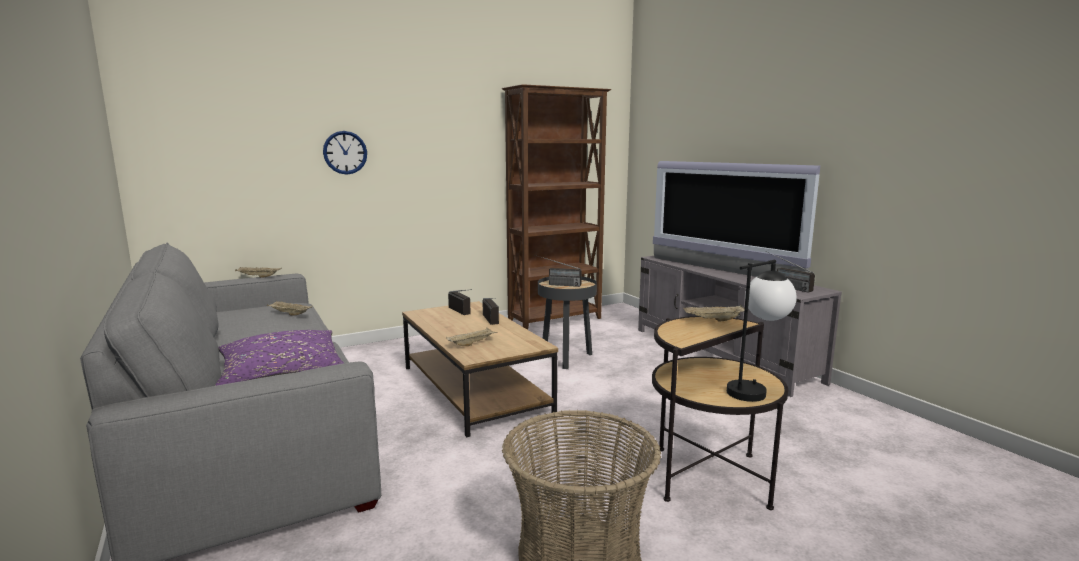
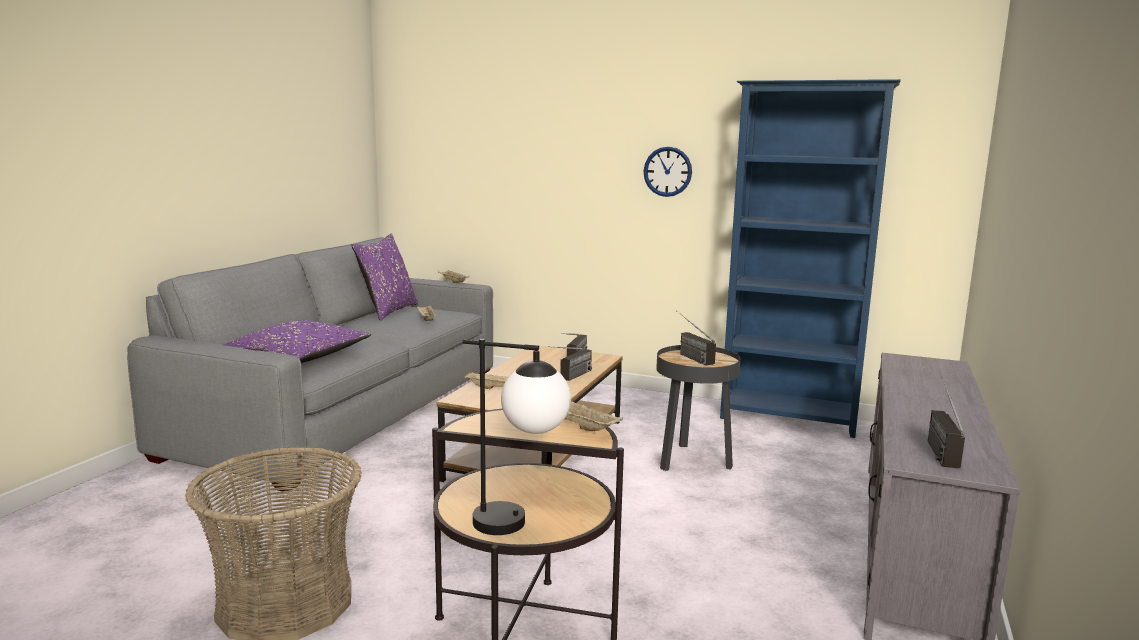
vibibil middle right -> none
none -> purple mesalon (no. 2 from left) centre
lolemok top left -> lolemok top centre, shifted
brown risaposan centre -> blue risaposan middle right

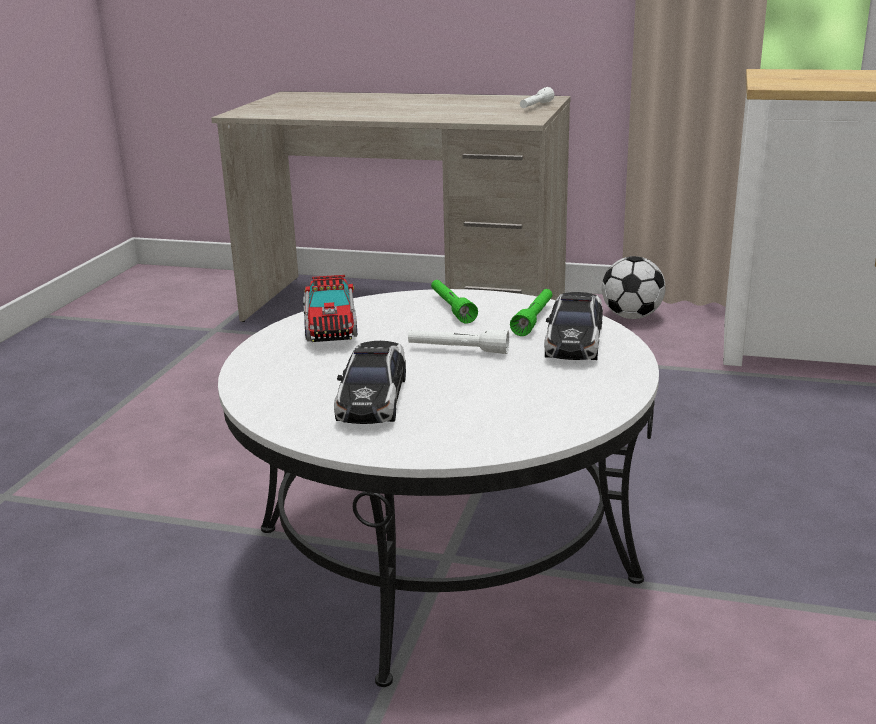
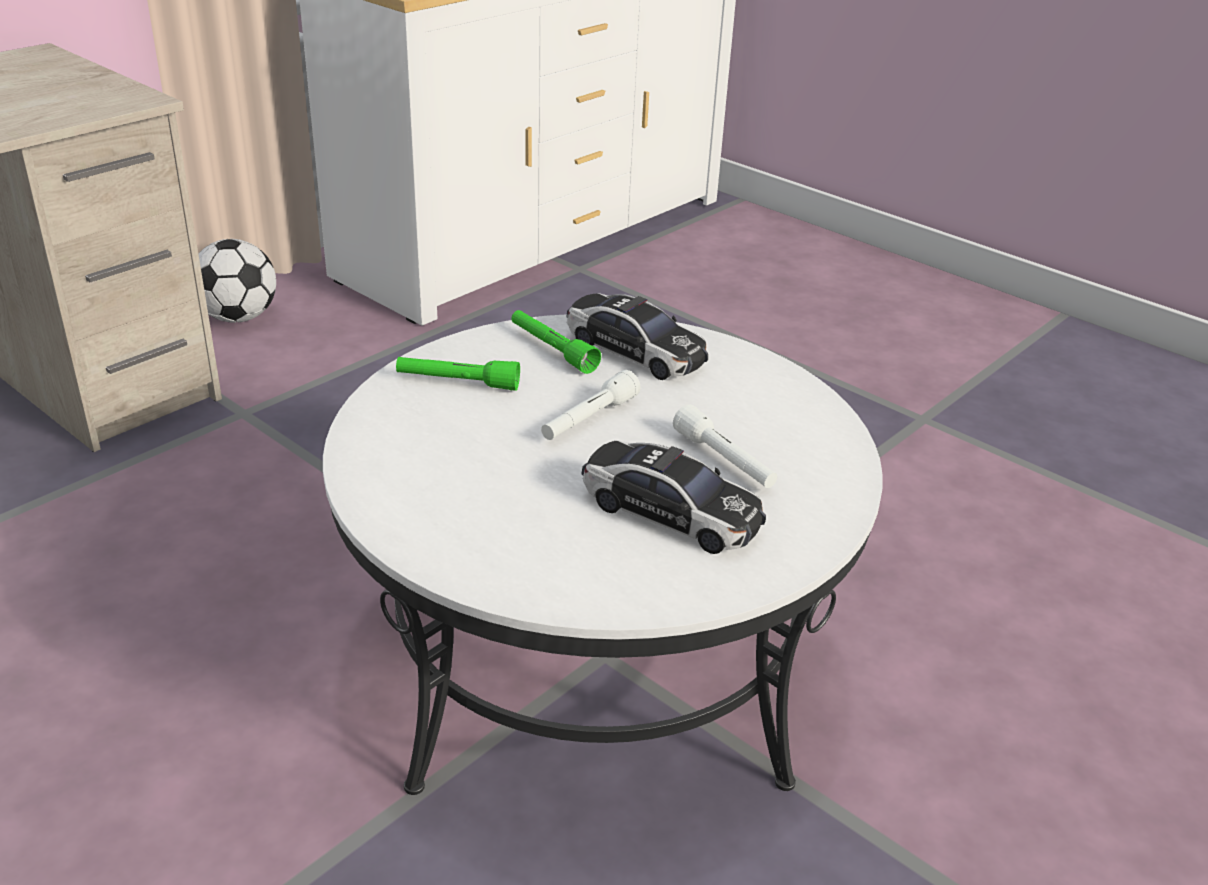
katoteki centre -> none
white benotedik (no. 2 from left) top centre -> white benotedik (no. 2 from left) centre, shifted

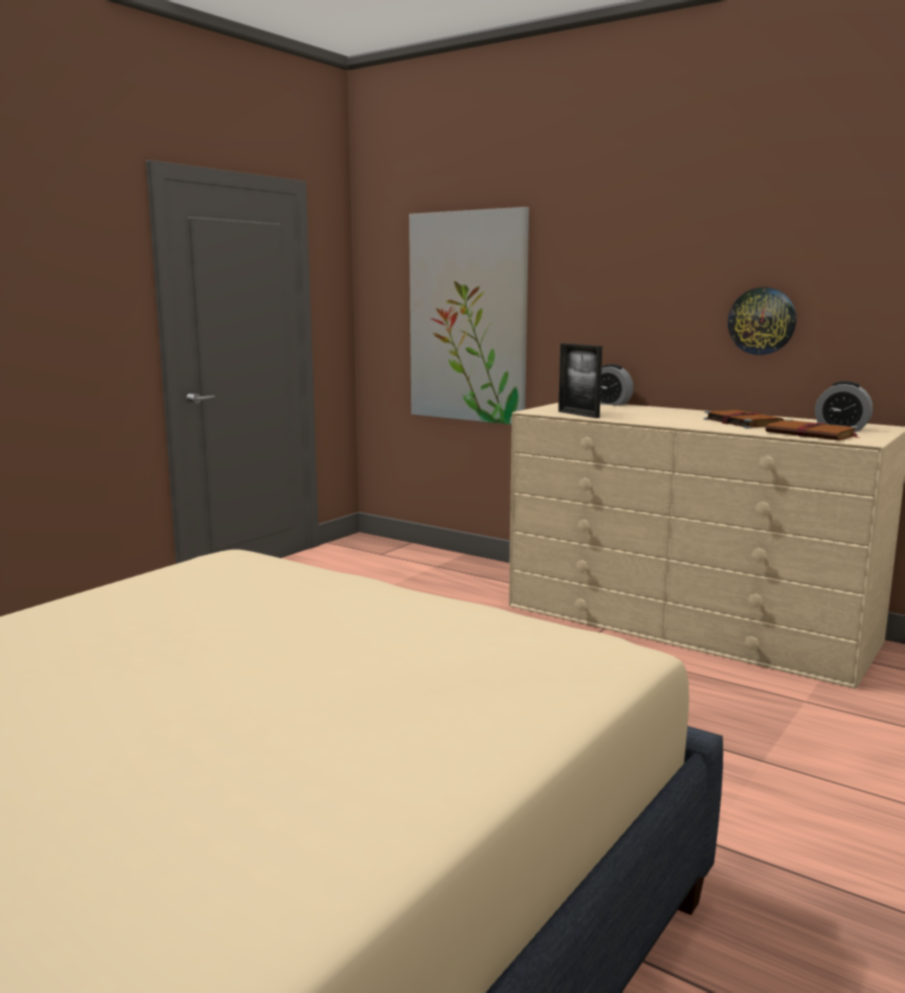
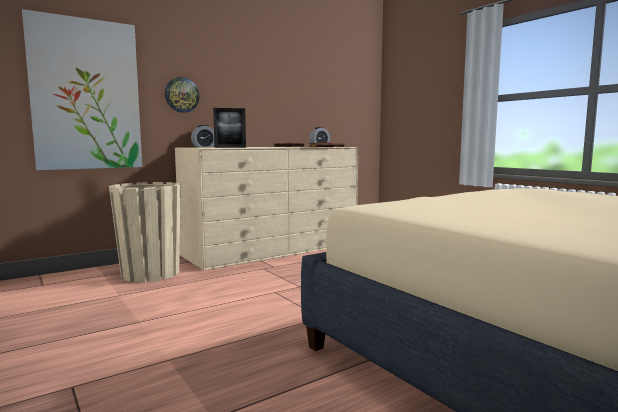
none -> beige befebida middle left
lolemok top right -> lolemok top left, shifted

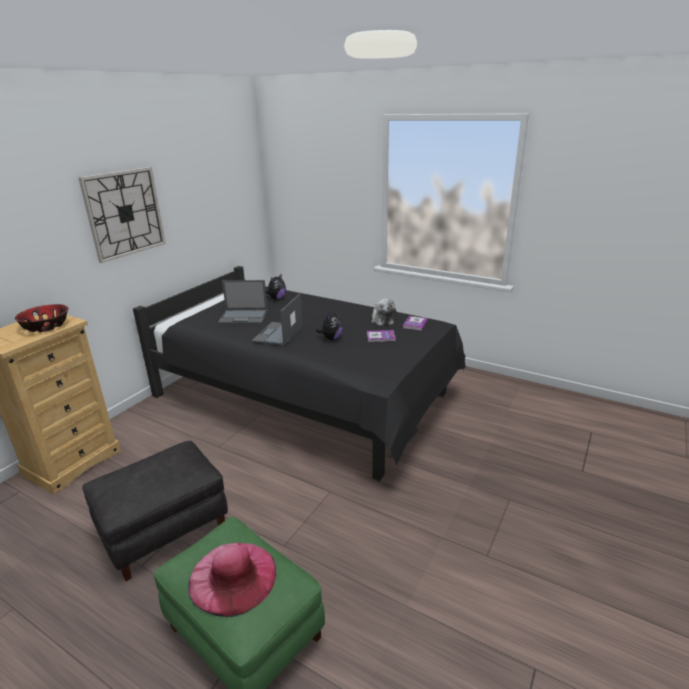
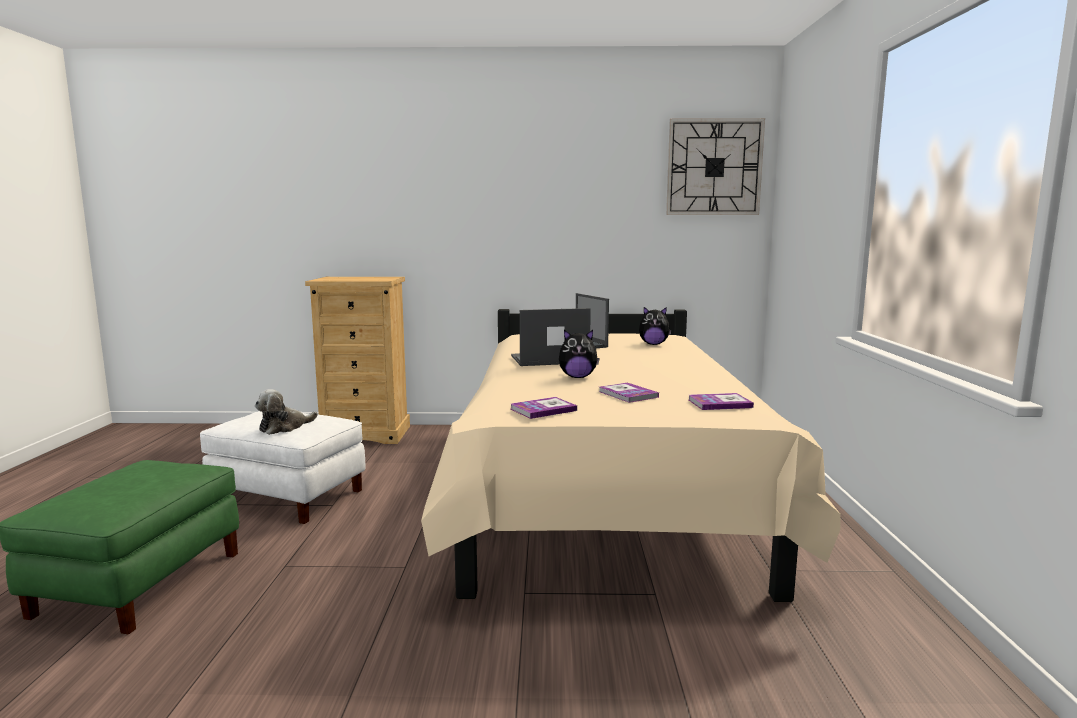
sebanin middle left -> none
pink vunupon bottom centre -> none
none -> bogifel (no. 1 from left) centre
lolemok top left -> lolemok top centre, shifted
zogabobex (no. 3 from left in the first image) centre -> zogabobex (no. 1 from left) middle left, shifted
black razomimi bottom left -> white razomimi middle left
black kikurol centre -> beige kikurol centre

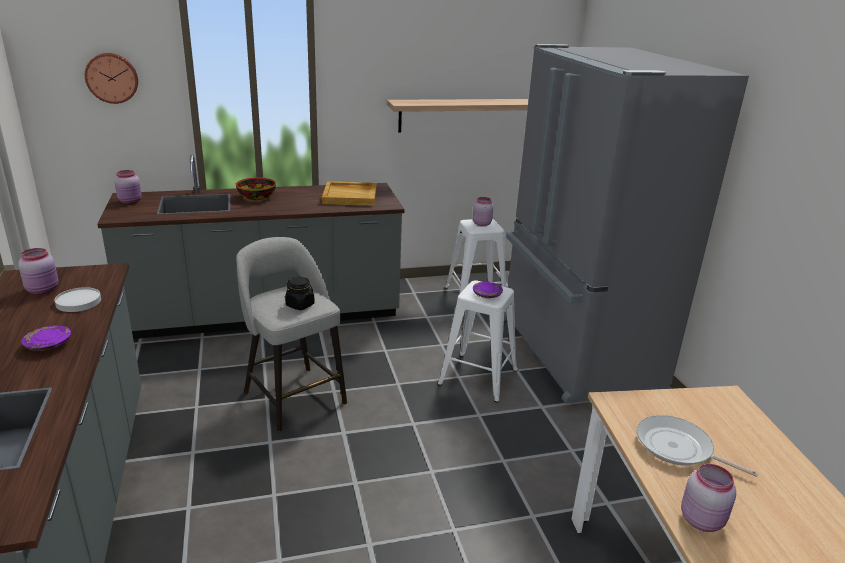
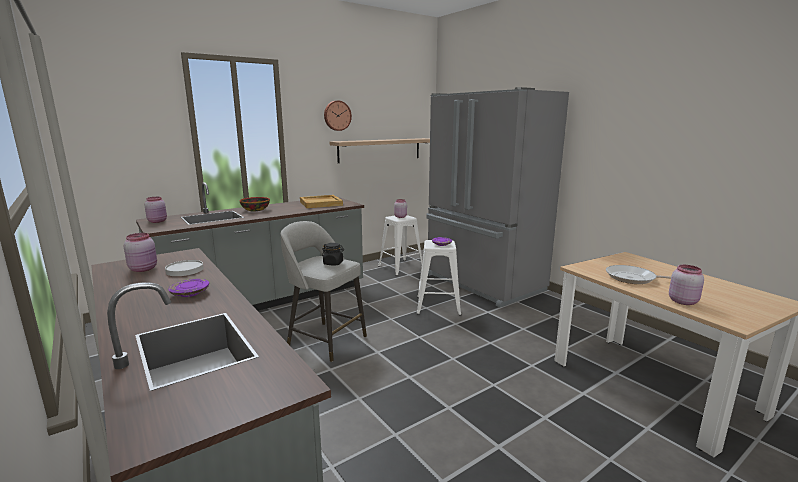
lolemok top left -> lolemok top centre, shifted

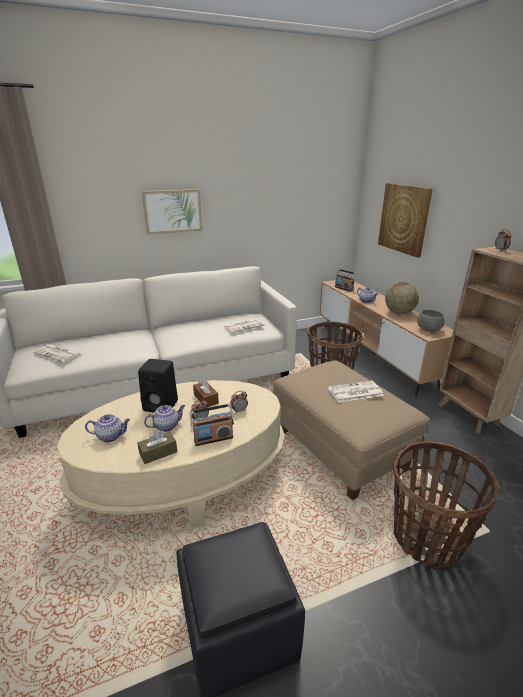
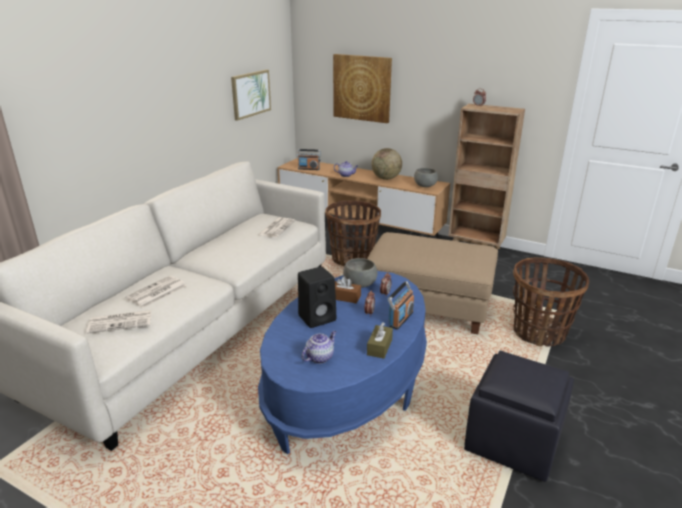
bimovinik (no. 2 from left) middle left -> none
none -> grey sebanin (no. 1 from left) centre
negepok (no. 1 from left) top left -> negepok (no. 1 from left) top centre, shifted
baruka (no. 3 from left in the first image) middle right -> baruka (no. 2 from left) middle left, shifted
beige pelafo middle left -> blue pelafo bottom centre

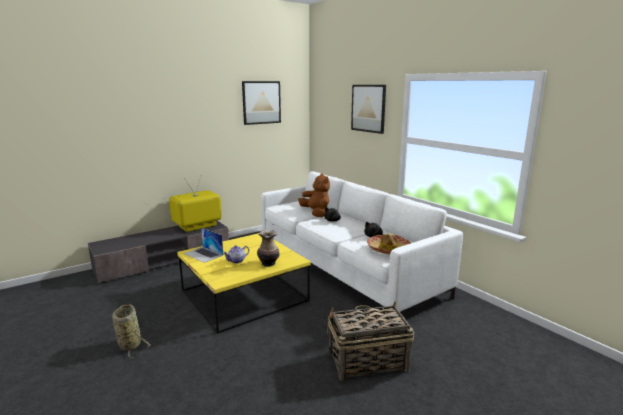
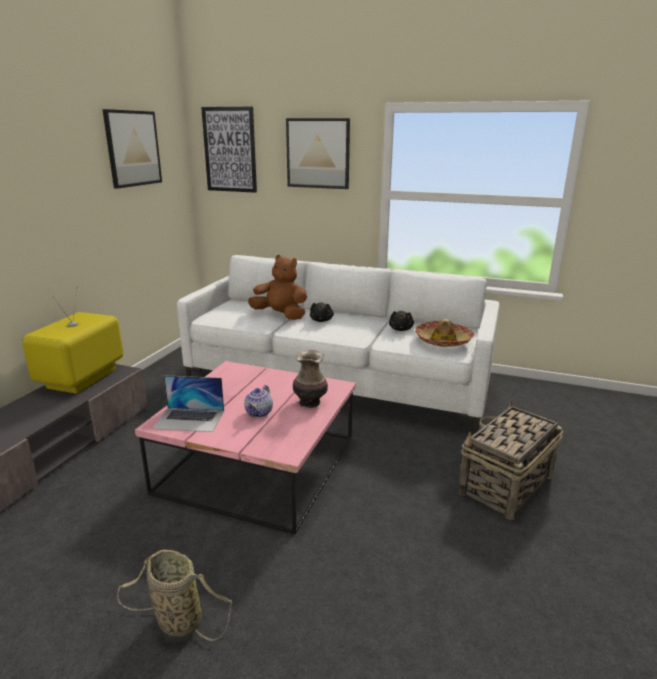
none -> negepok (no. 2 from left) top centre
yellow pelafo bottom centre -> pink pelafo centre

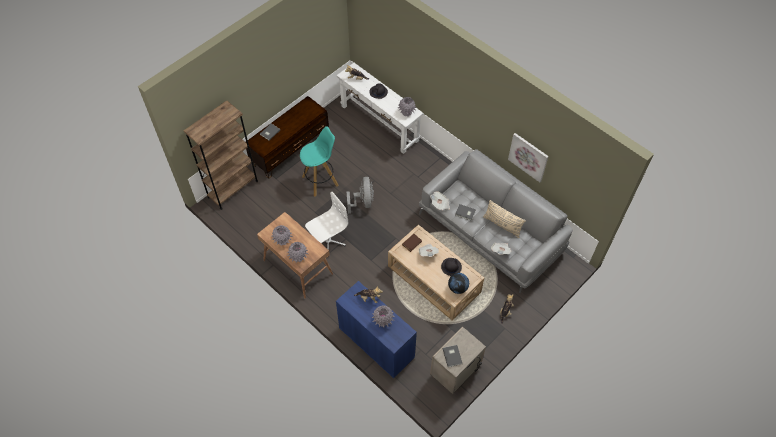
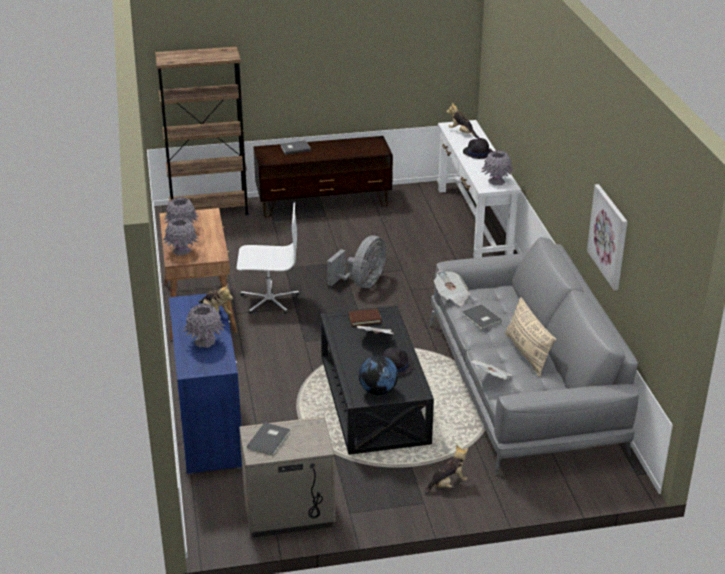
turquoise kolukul centre -> none
beige pelafo centre -> black pelafo centre

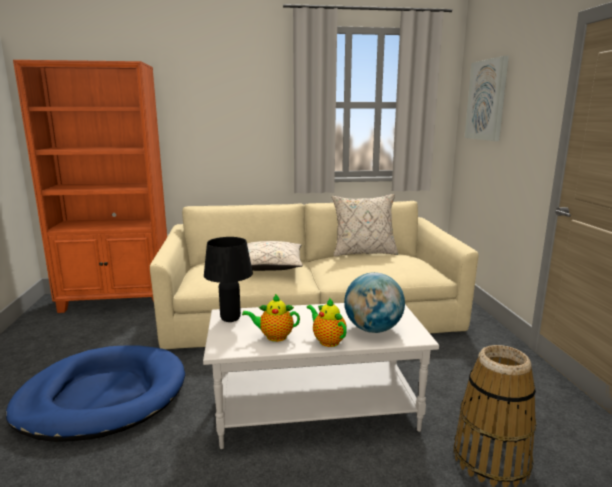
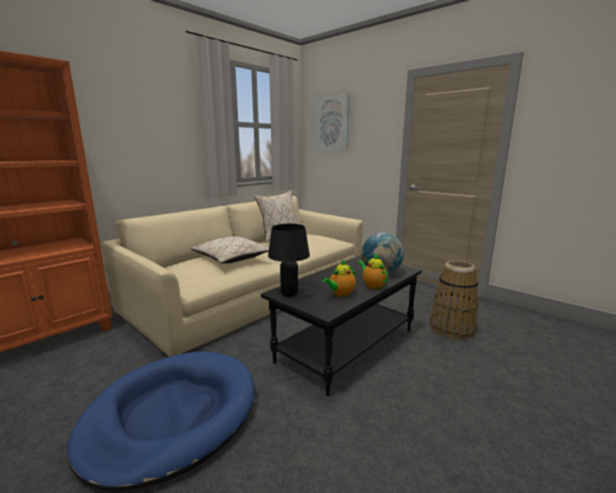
white pelafo bottom centre -> black pelafo centre
bimovinik (no. 2 from left) centre, 45 degrees clockwise

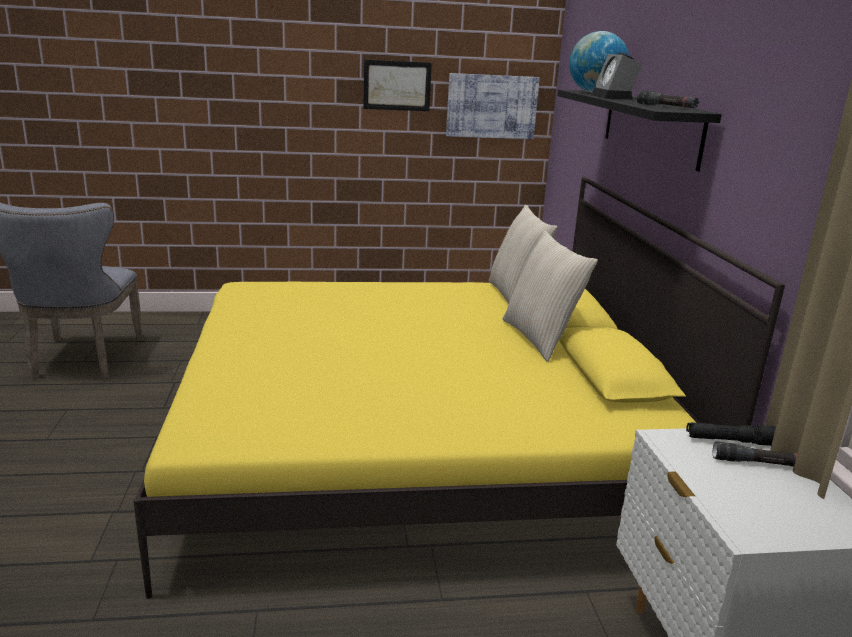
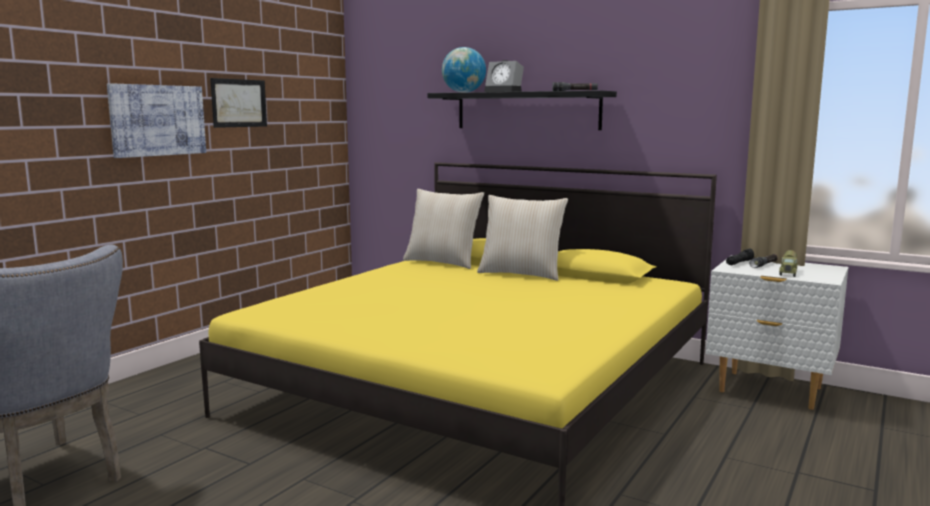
none -> katoteki middle right
negepok (no. 2 from left in the first image) top centre -> negepok (no. 1 from left) top left, shifted

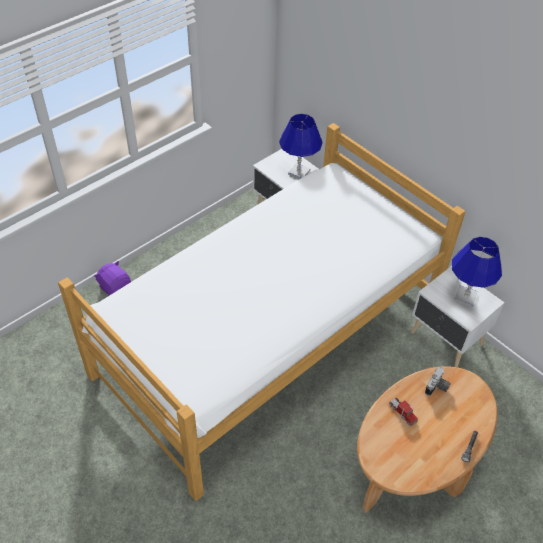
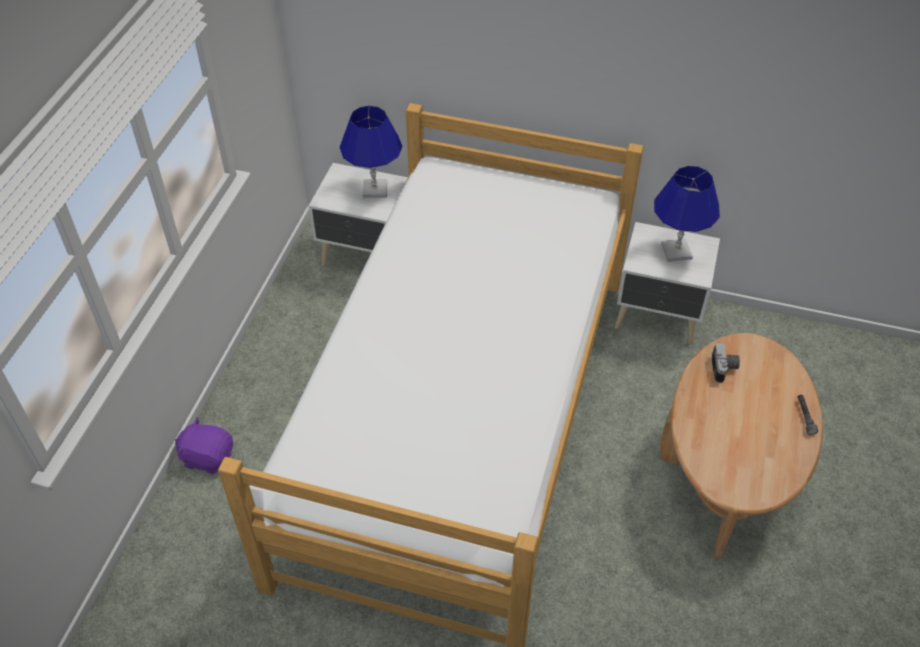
katoteki bottom right -> none

